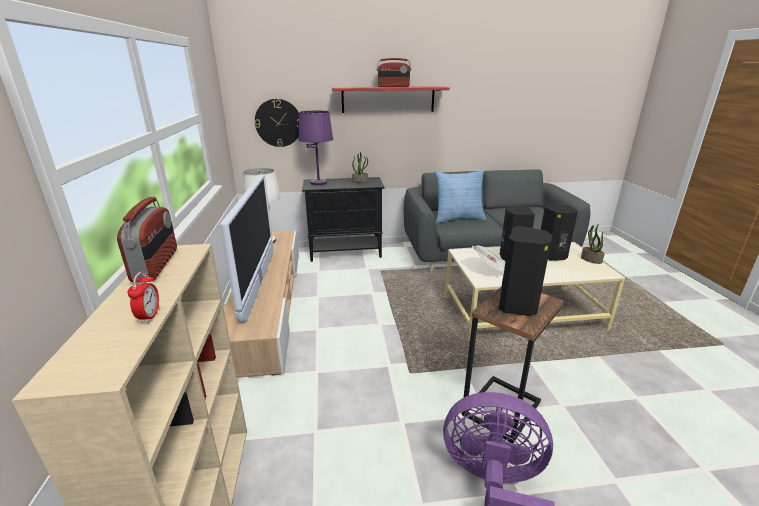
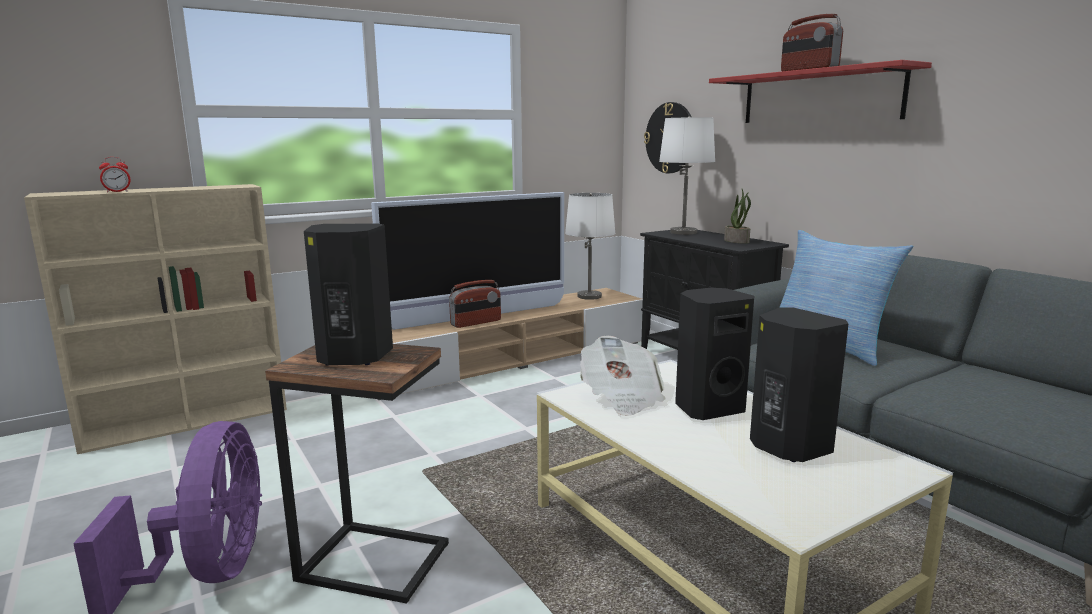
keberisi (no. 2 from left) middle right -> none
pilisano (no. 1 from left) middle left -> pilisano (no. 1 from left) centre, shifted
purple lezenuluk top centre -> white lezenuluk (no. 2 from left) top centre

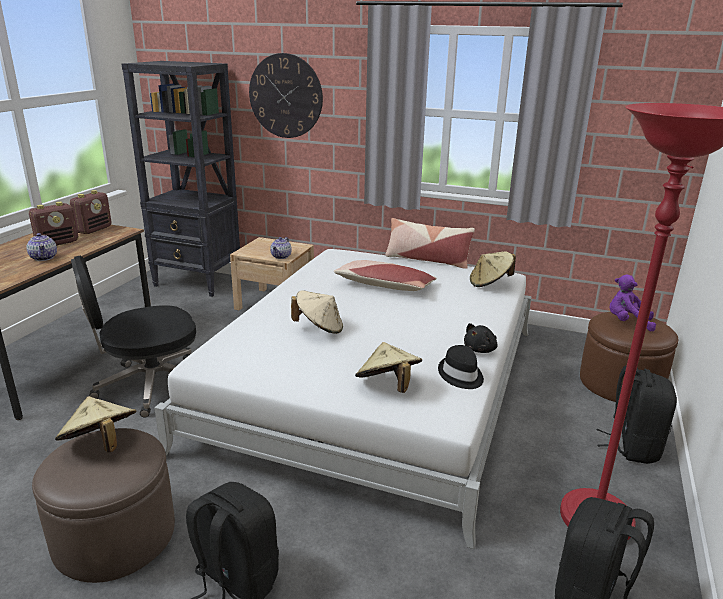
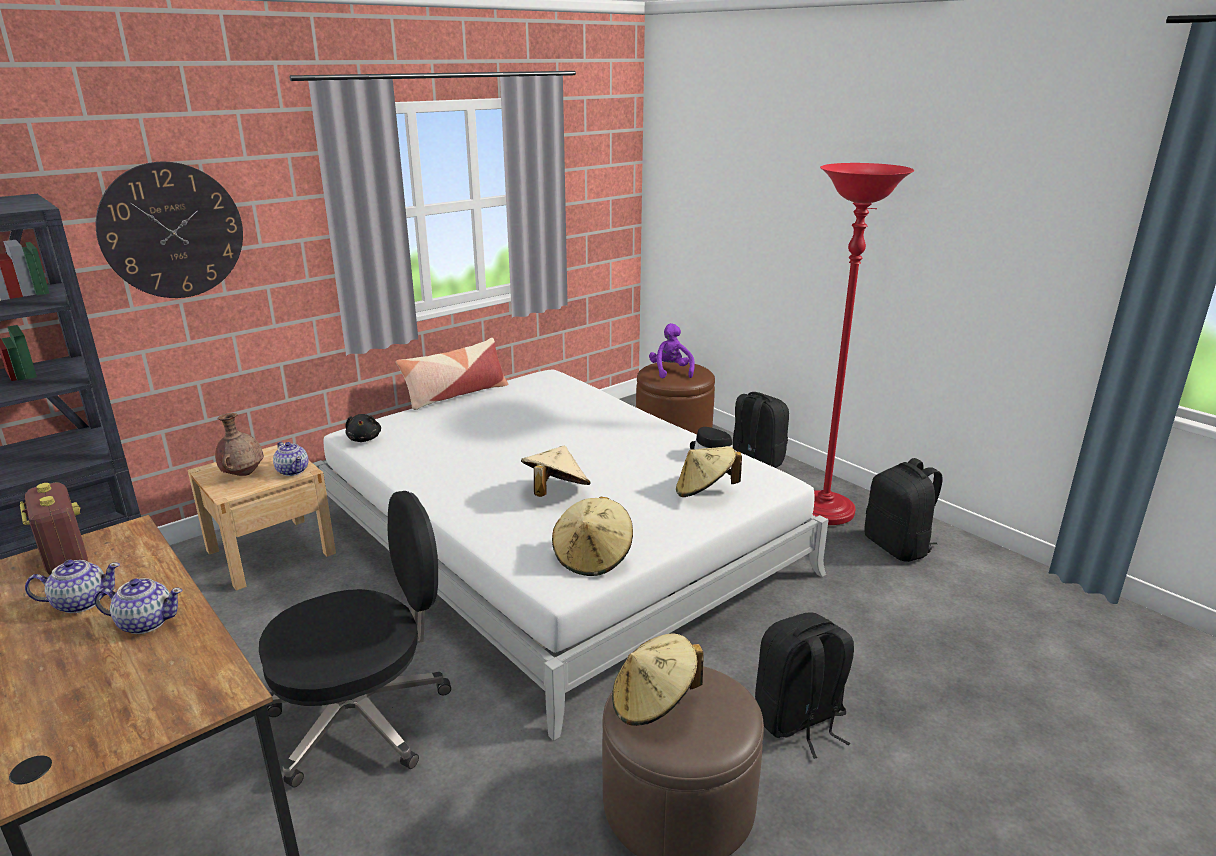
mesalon (no. 1 from left) centre -> none
none -> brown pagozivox middle left
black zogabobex centre -> black zogabobex middle left, shifted
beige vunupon (no. 4 from left in the first image) middle right -> beige vunupon (no. 2 from left) centre, shifted
pilisano (no. 1 from left) middle left -> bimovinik (no. 1 from left) bottom left
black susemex middle left -> black susemex bottom left, 120 degrees counterclockwise
purple zogabobex middle right -> purple zogabobex centre, 120 degrees clockwise

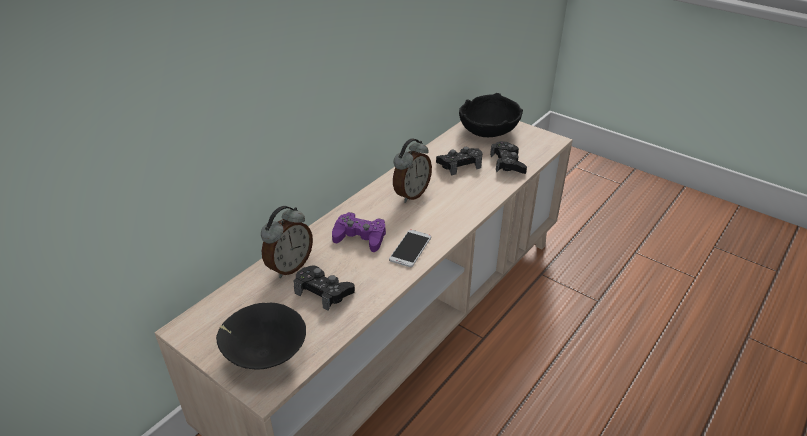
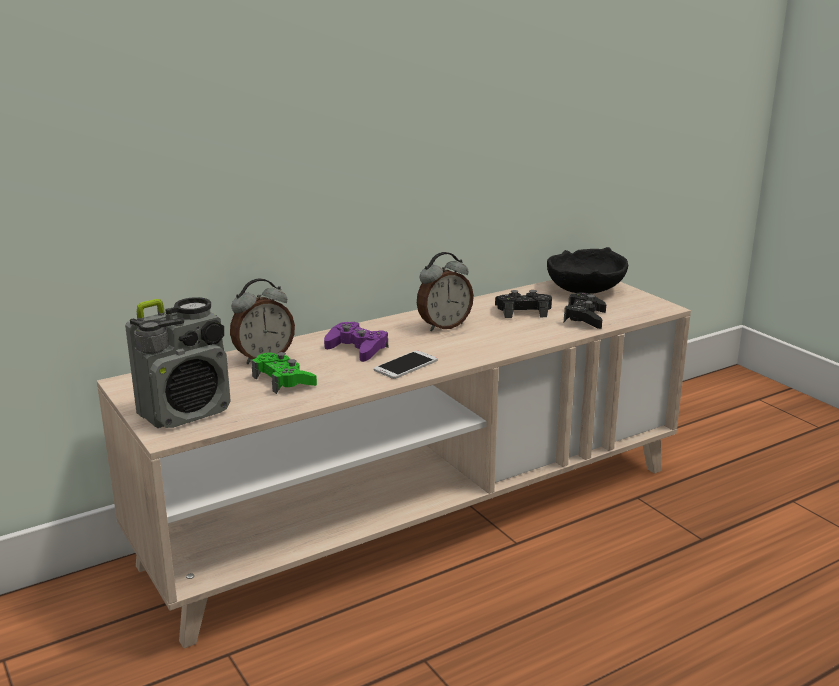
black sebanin (no. 1 from left) bottom left -> pilisano middle left
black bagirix (no. 1 from left) centre -> green bagirix centre

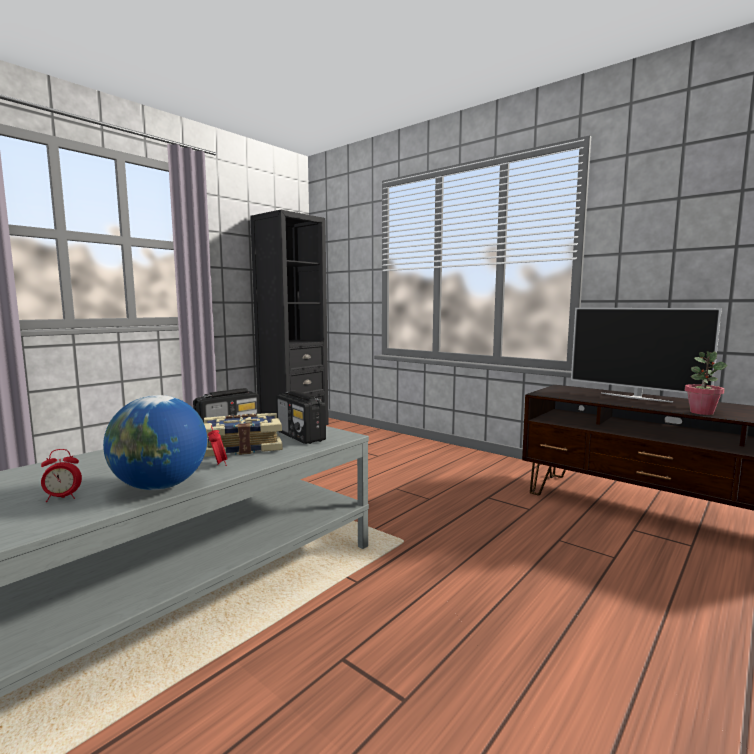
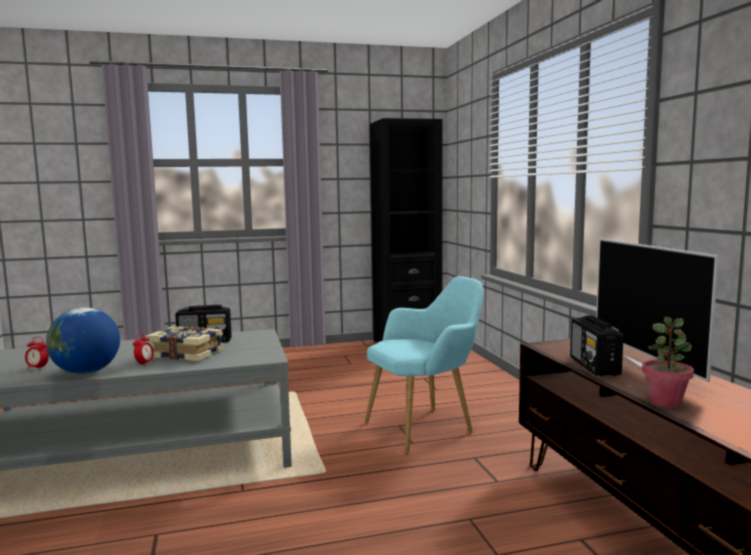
none -> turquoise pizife centre
pilisano (no. 2 from left) centre -> pilisano (no. 2 from left) middle right, shifted

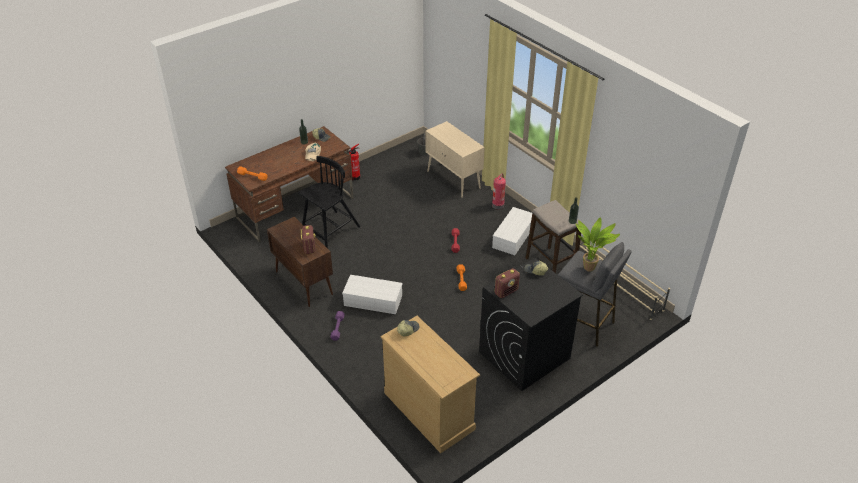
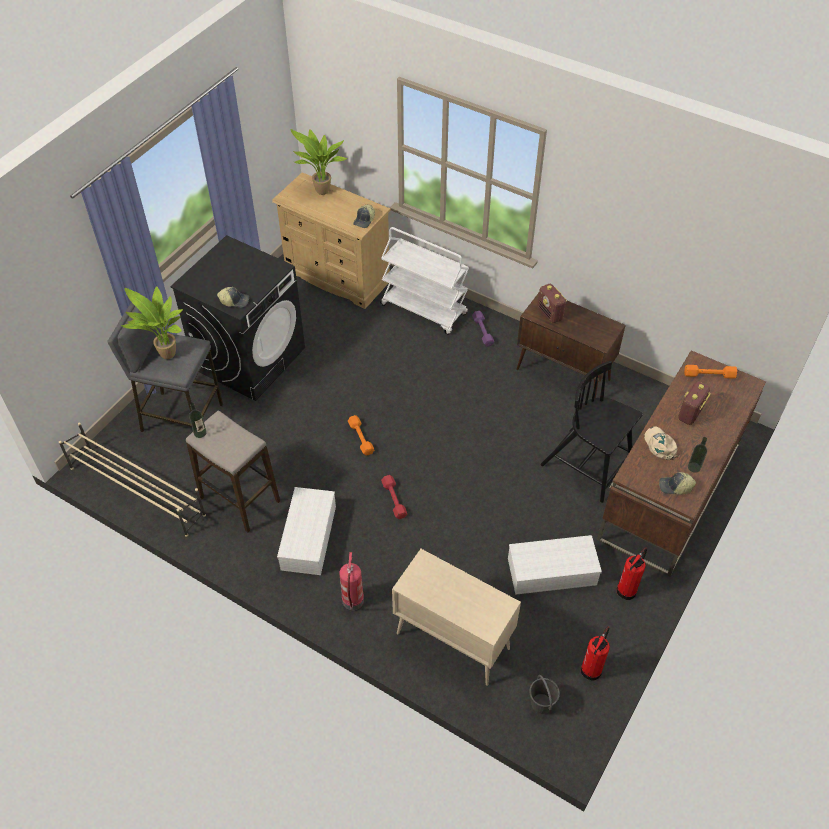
none -> keberisi (no. 2 from left) top centre
none -> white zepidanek centre
none -> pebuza (no. 2 from left) bottom right
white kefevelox (no. 1 from left in the first image) centre -> white kefevelox (no. 2 from left) bottom right, shifted
pilisano (no. 2 from left) centre -> pilisano (no. 2 from left) middle right, shifted
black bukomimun centre -> black bukomimun middle right, 105 degrees clockwise

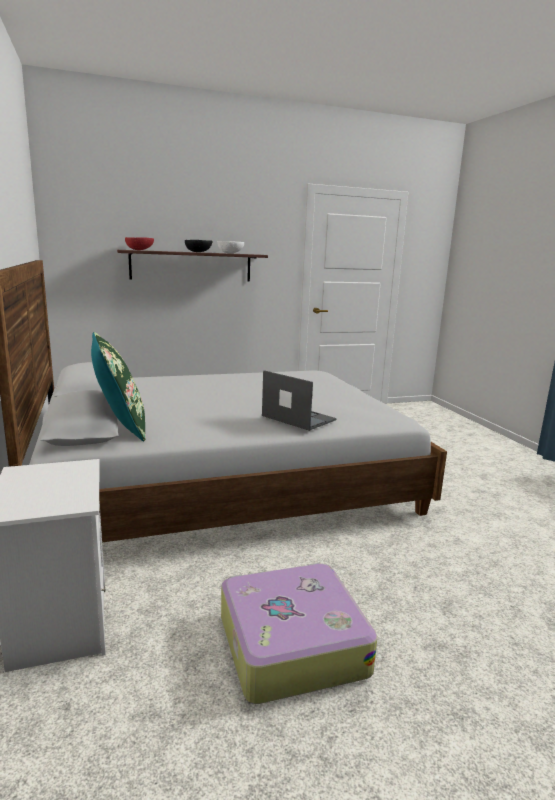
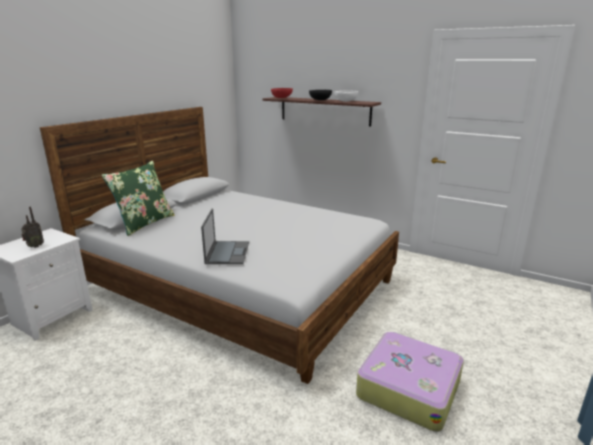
none -> pilisano middle left
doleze bottom centre -> doleze bottom right, shifted

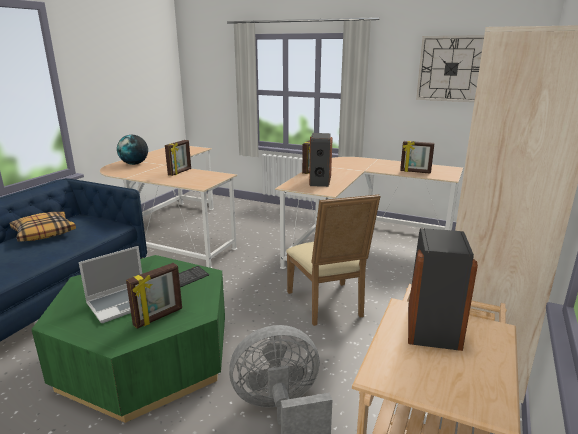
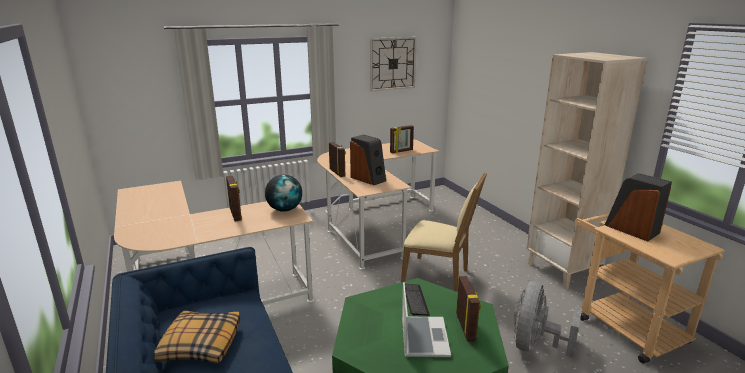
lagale middle left -> lagale centre, shifted

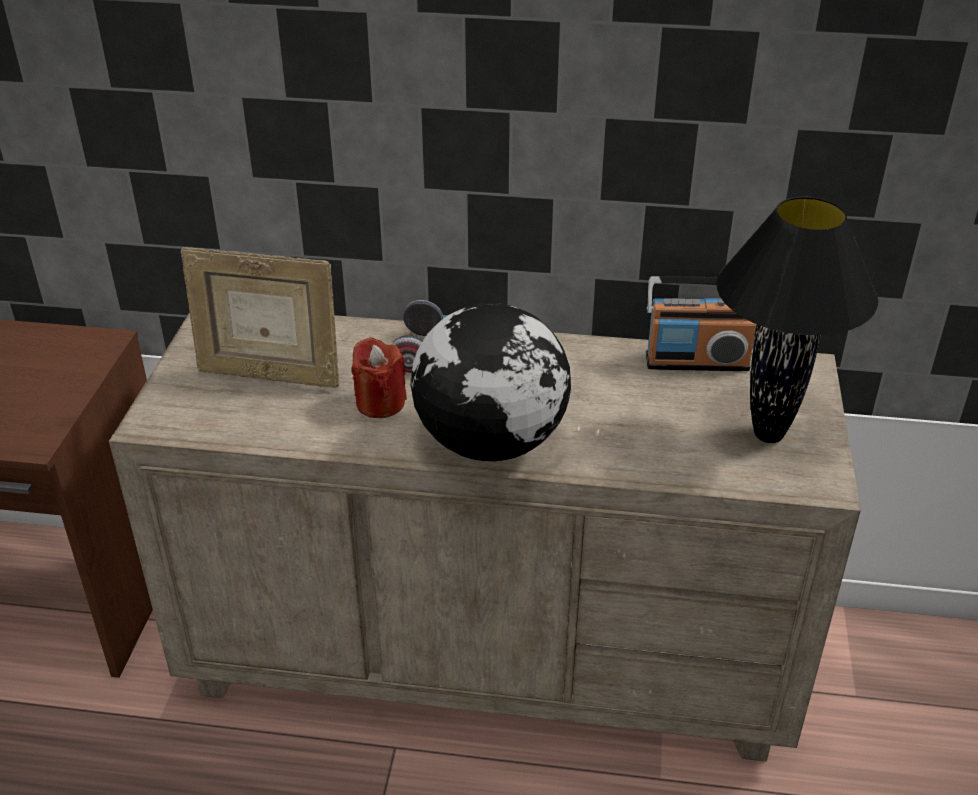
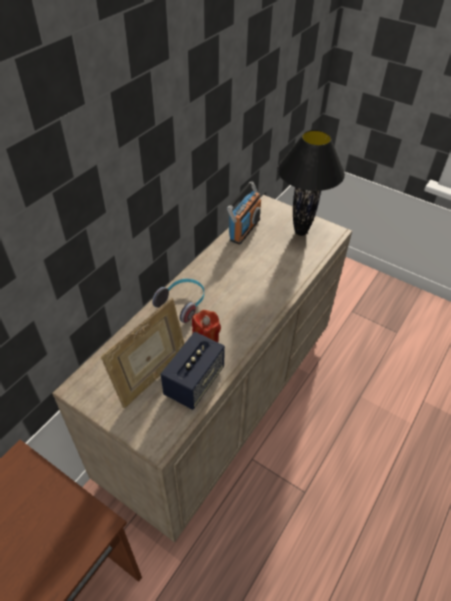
lagale centre -> none
none -> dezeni centre

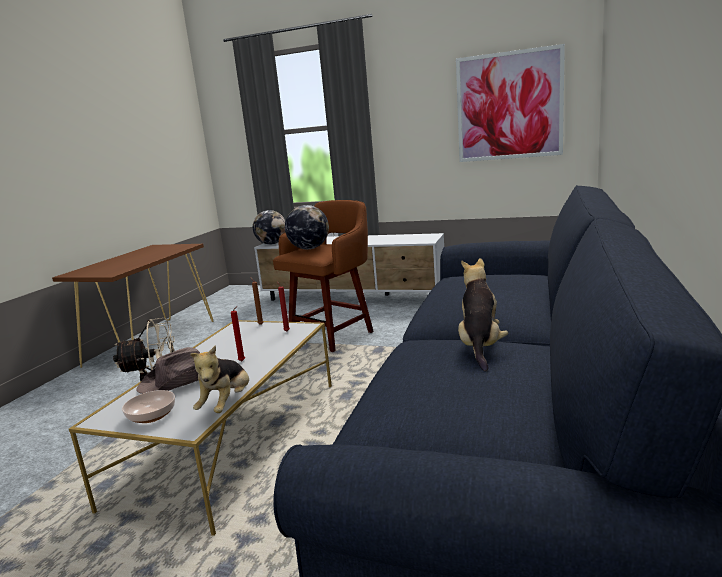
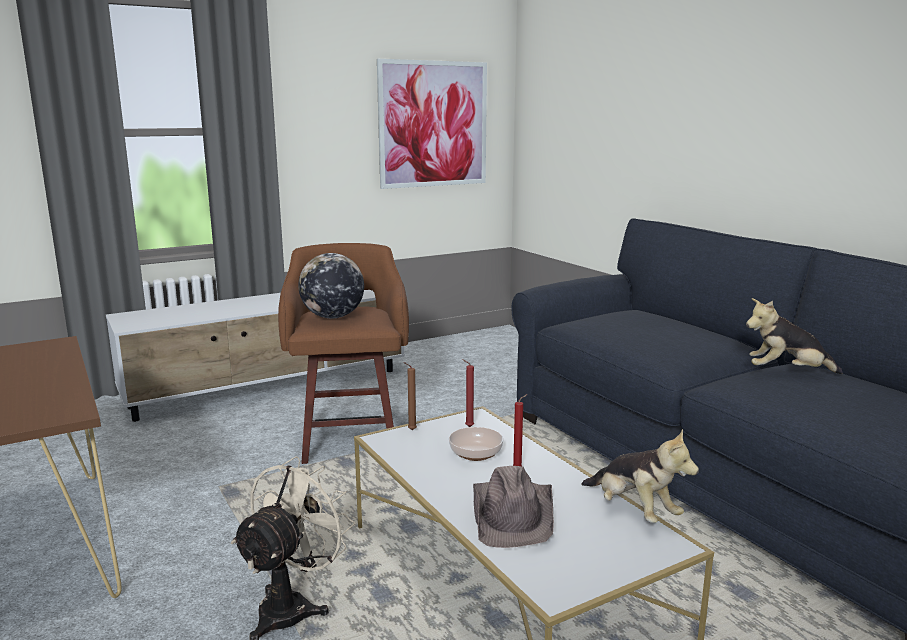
lagale (no. 1 from left) centre -> none
sebanin bottom left -> sebanin bottom centre, shifted
zogabobex (no. 2 from left) middle right, 45 degrees counterclockwise

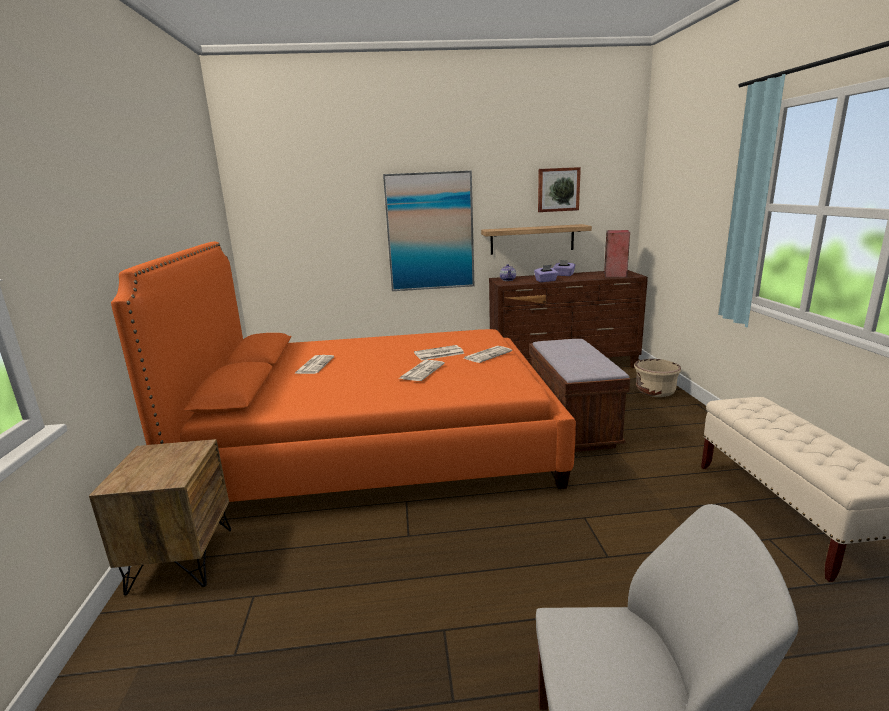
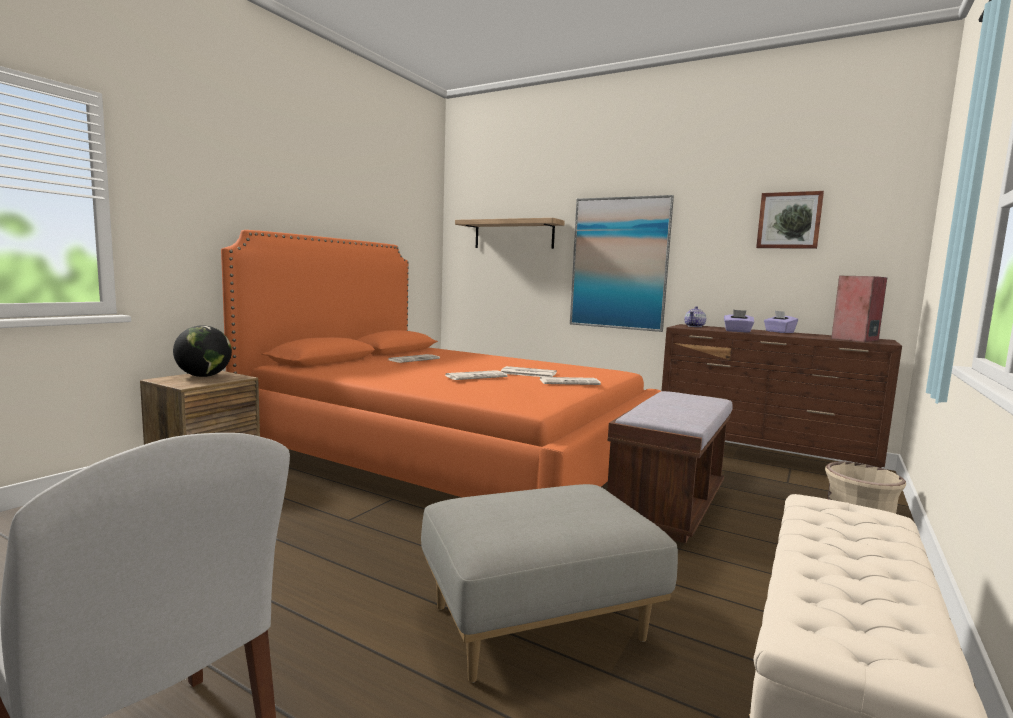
none -> lagale middle left
none -> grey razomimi bottom centre
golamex centre -> golamex top centre, shifted

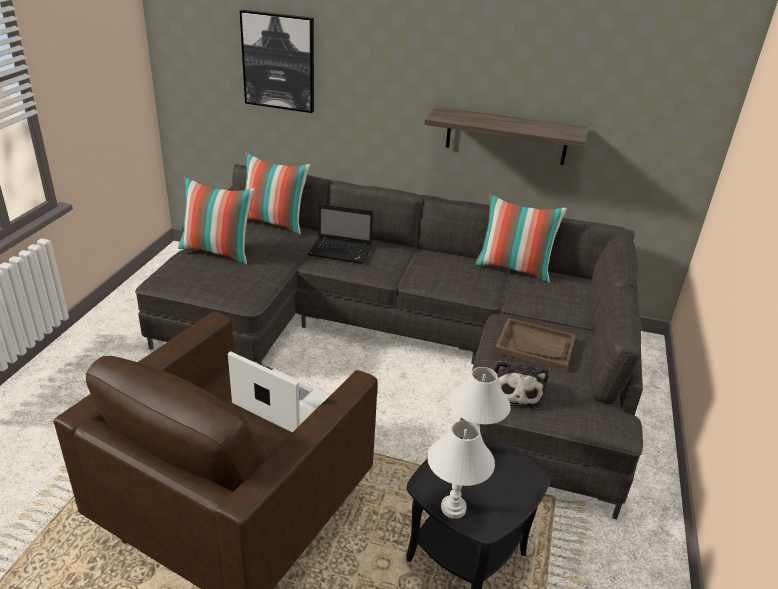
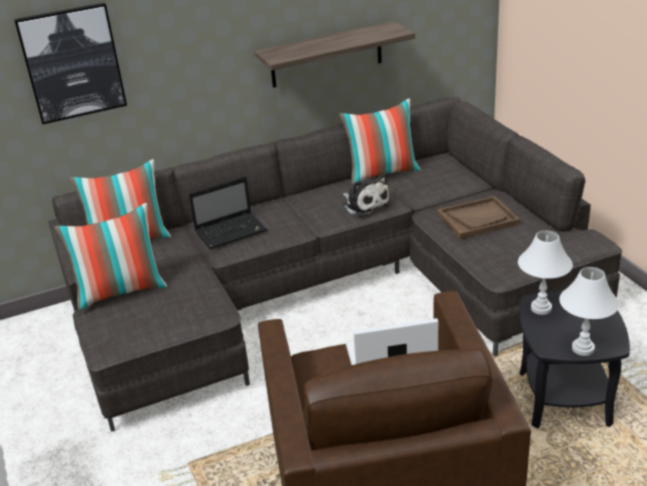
zogabobex middle right -> zogabobex centre, shifted

